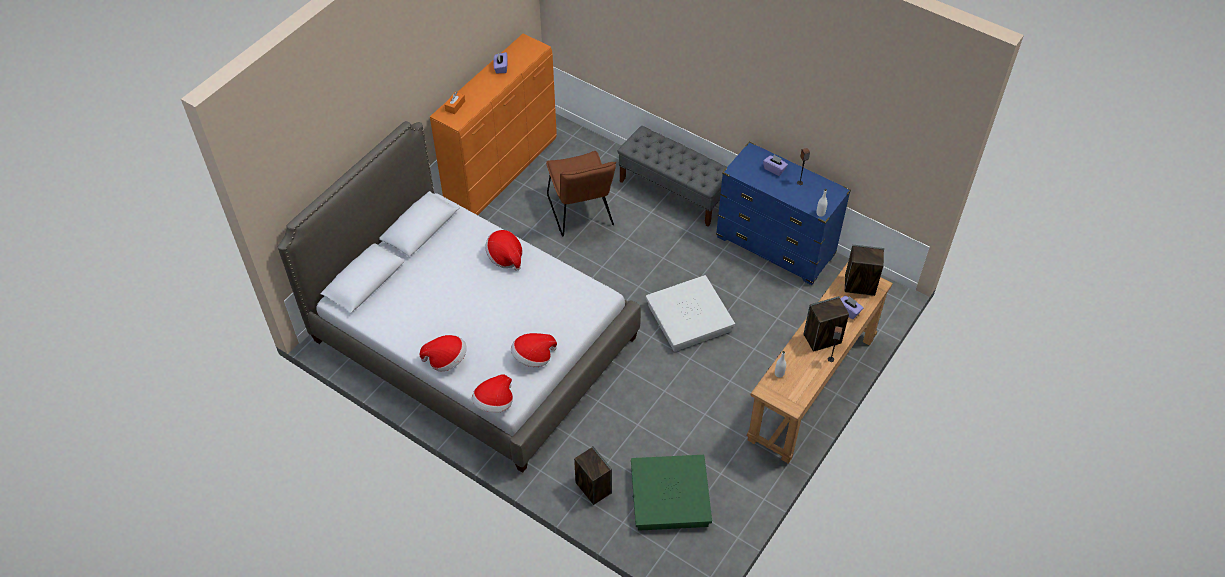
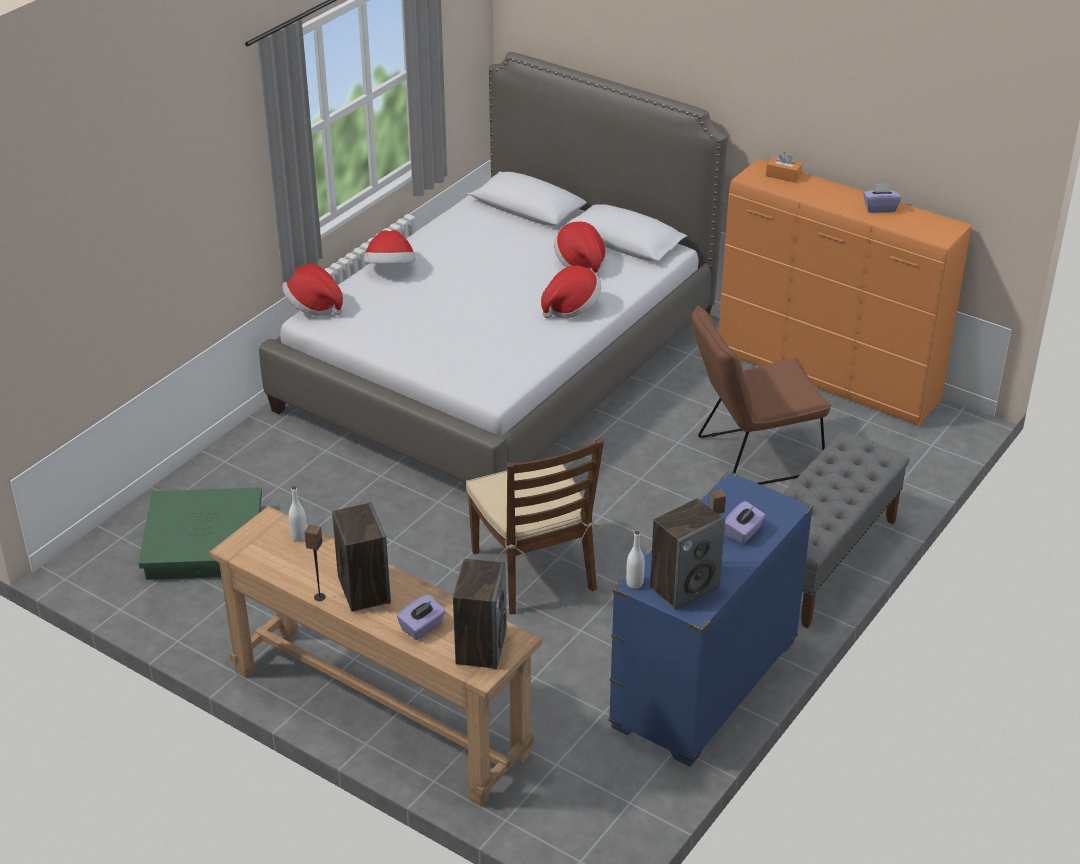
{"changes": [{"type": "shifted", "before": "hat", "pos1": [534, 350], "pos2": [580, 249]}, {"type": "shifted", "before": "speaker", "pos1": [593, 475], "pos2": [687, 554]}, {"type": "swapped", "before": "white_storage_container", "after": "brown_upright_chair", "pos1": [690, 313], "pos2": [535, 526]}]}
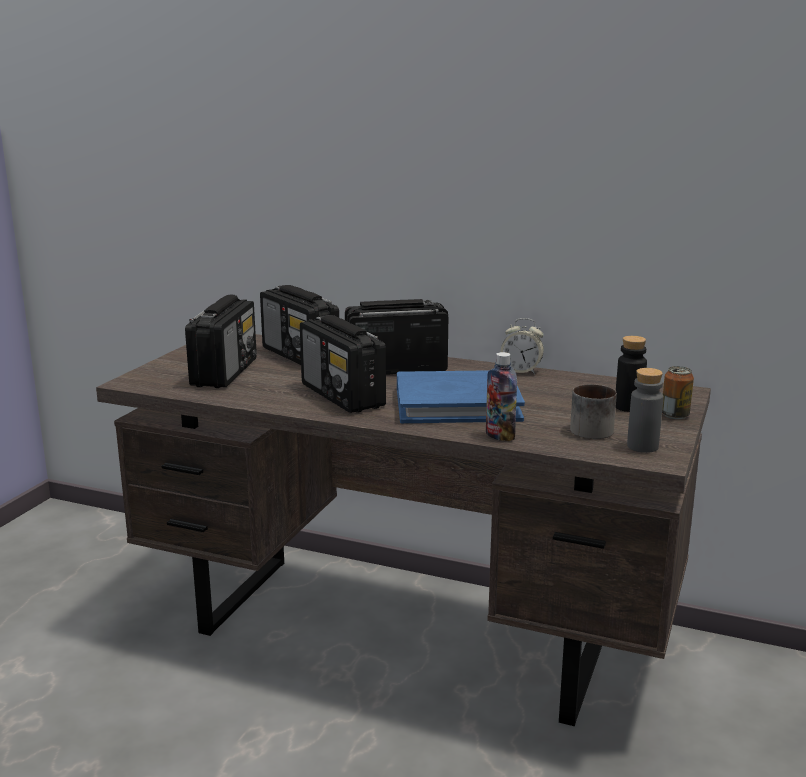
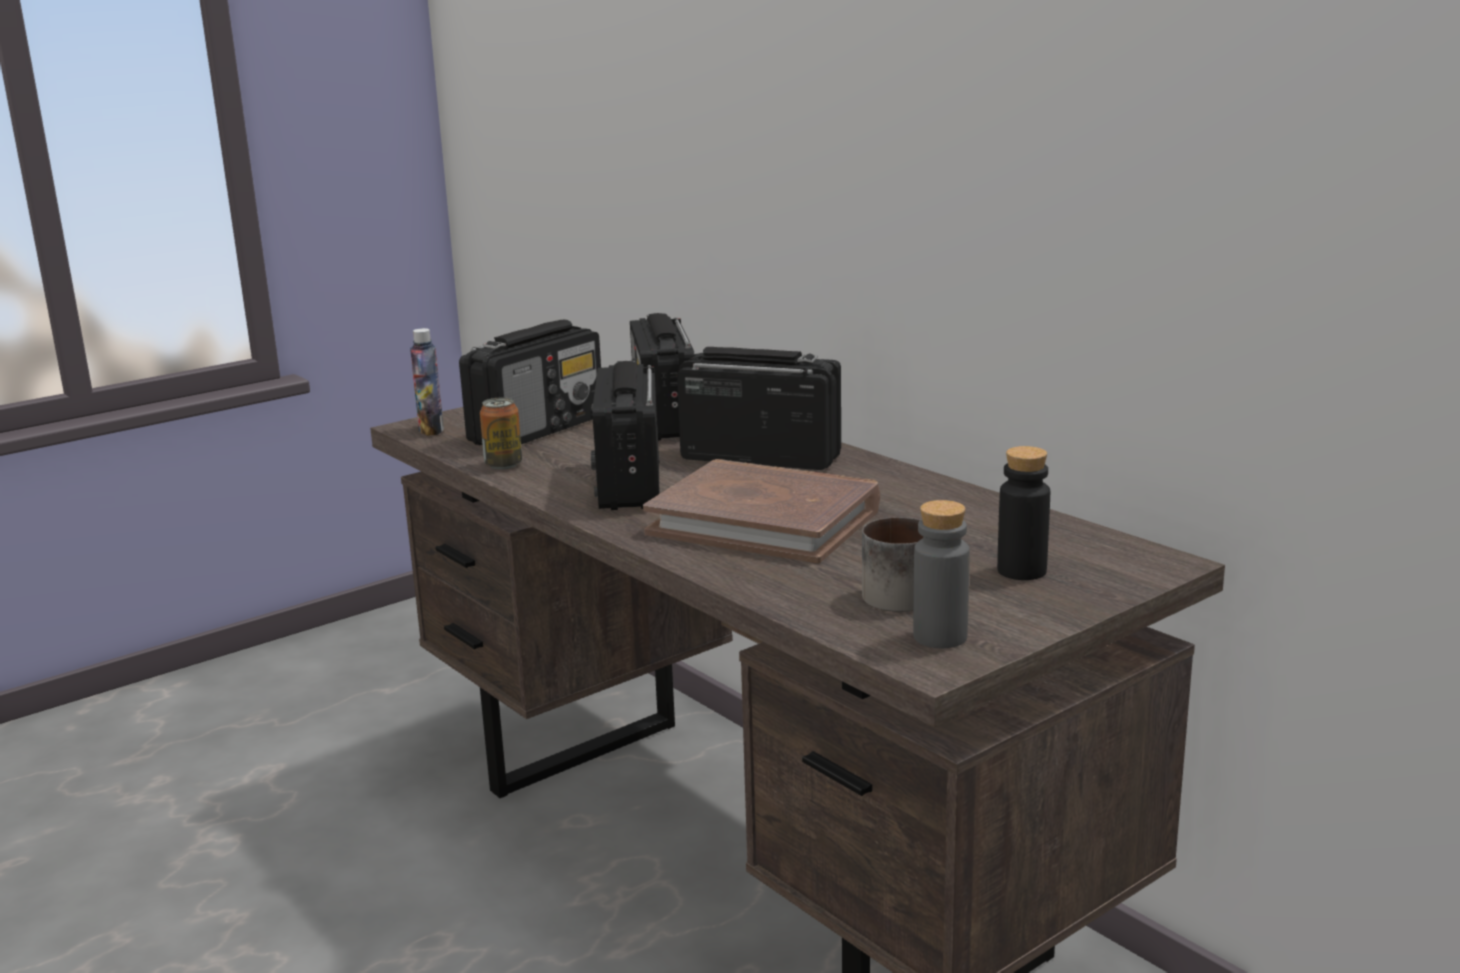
{"changes": [{"type": "repainted", "before": "bluish_bound_book", "after": "brown_bound_book", "pos1": [461, 396], "pos2": [761, 511]}, {"type": "shifted", "before": "bottle", "pos1": [501, 397], "pos2": [427, 382]}, {"type": "gone", "before": "bedside_clock", "pos1": [522, 346]}, {"type": "shifted", "before": "can", "pos1": [678, 392], "pos2": [501, 433]}]}
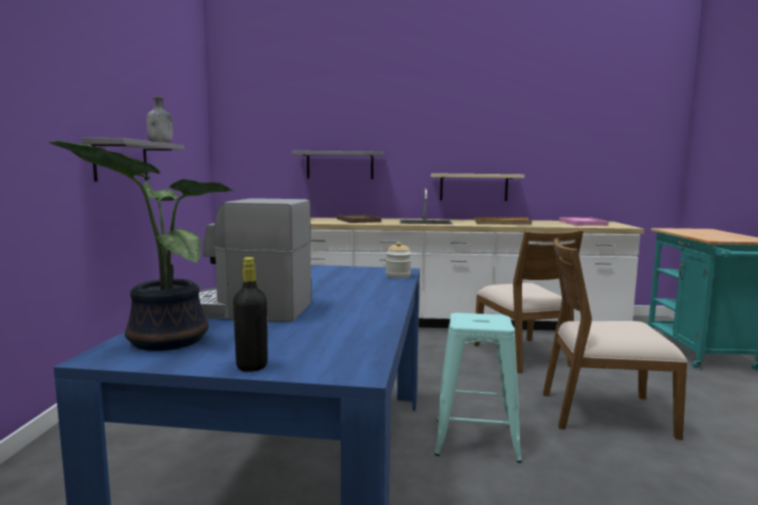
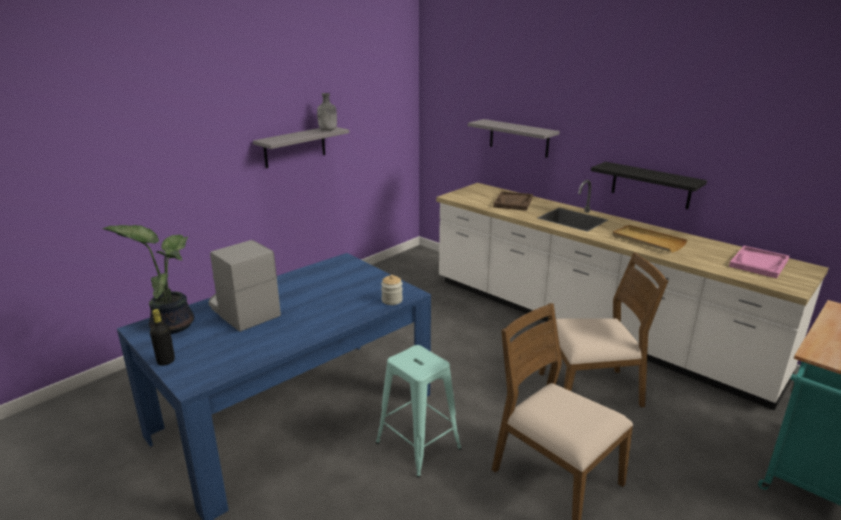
{"changes": [{"type": "repainted", "before": "sand-coloured_shelf", "after": "black-coloured_shelf", "pos1": [477, 187], "pos2": [649, 185]}, {"type": "rotated", "before": "brown_upright_chair", "pos1": [528, 301], "pos2": [603, 330], "turn": -120}]}
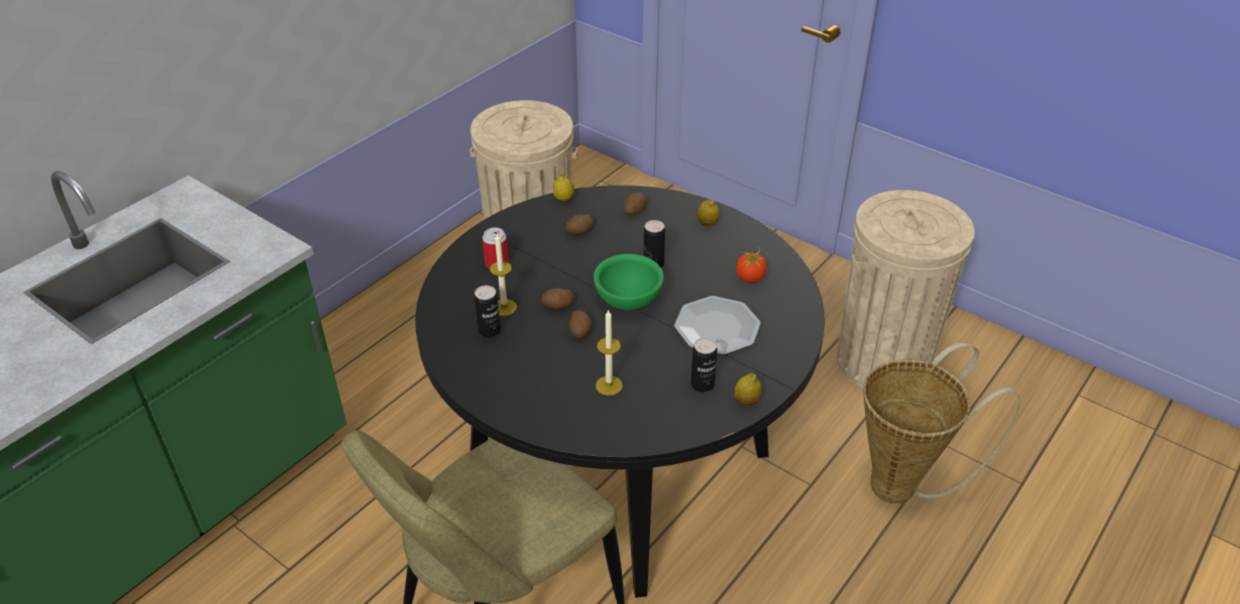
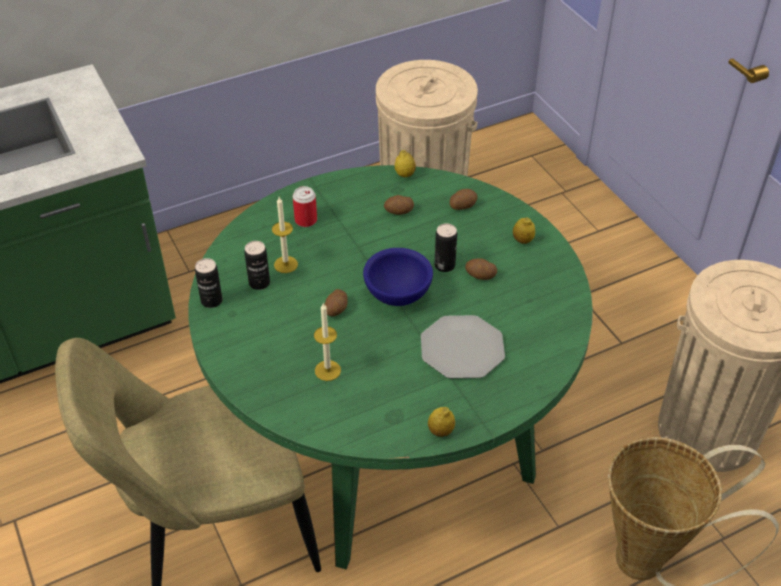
{"changes": [{"type": "repainted", "before": "black-coloured_dinner_table", "after": "green_dinner_table", "pos1": [620, 391], "pos2": [390, 367]}, {"type": "shifted", "before": "potato", "pos1": [557, 298], "pos2": [481, 269]}, {"type": "repainted", "before": "green_deep_dish", "after": "bluish_deep_dish", "pos1": [628, 282], "pos2": [398, 277]}, {"type": "shifted", "before": "can", "pos1": [704, 365], "pos2": [209, 283]}, {"type": "gone", "before": "tomato", "pos1": [752, 265]}]}
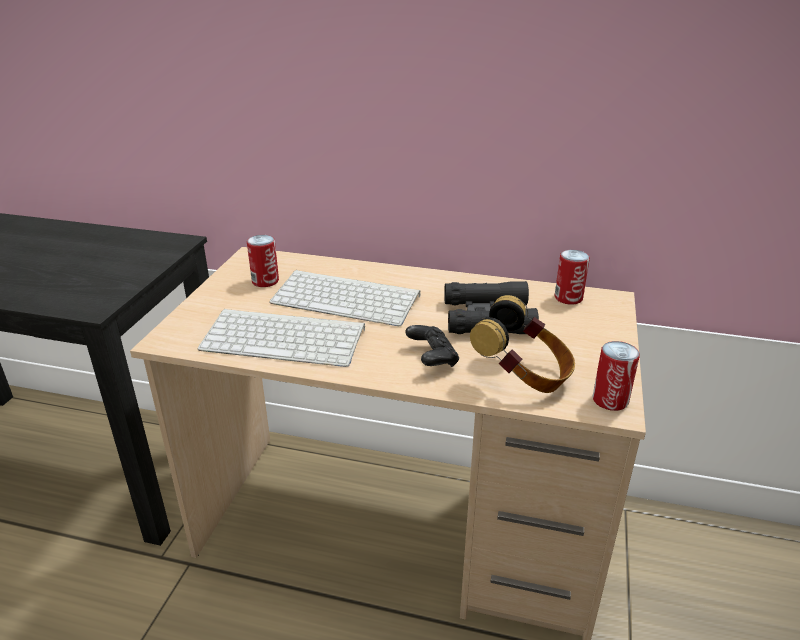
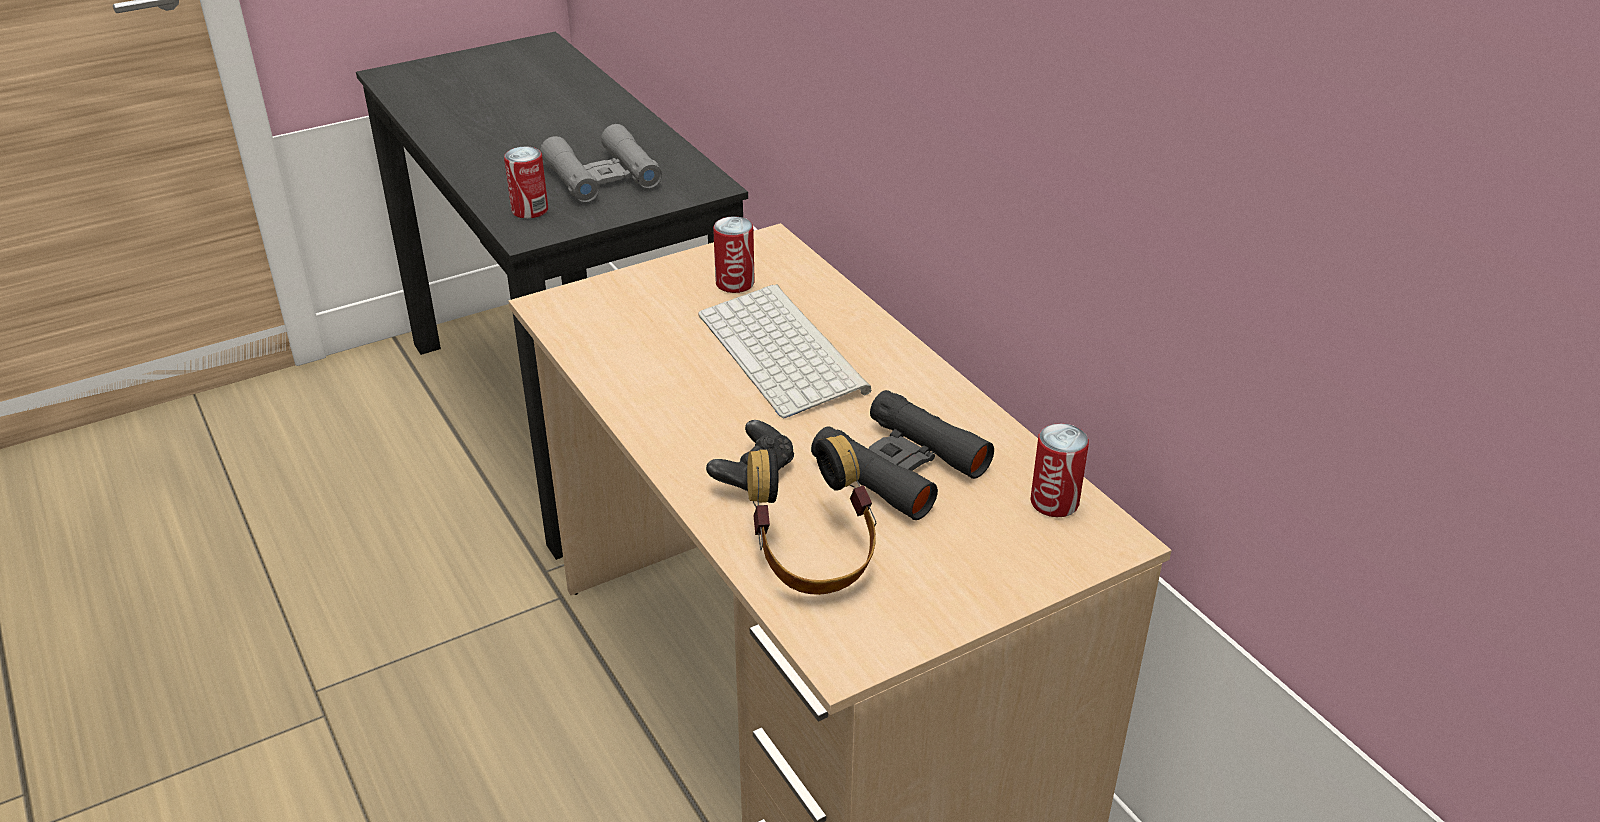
{"changes": [{"type": "gone", "before": "computer_keyboard", "pos1": [281, 338]}, {"type": "shifted", "before": "can", "pos1": [616, 376], "pos2": [526, 182]}, {"type": "new", "after": "gray_pair_of_binoculars", "pos2": [601, 163]}]}
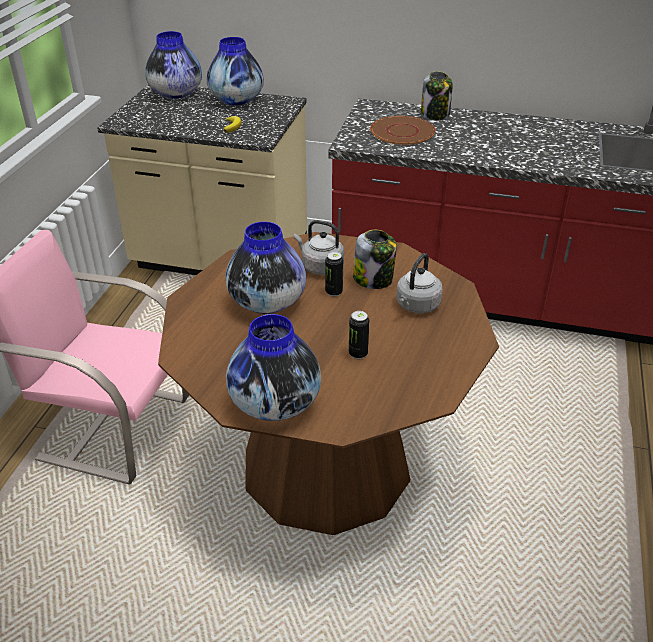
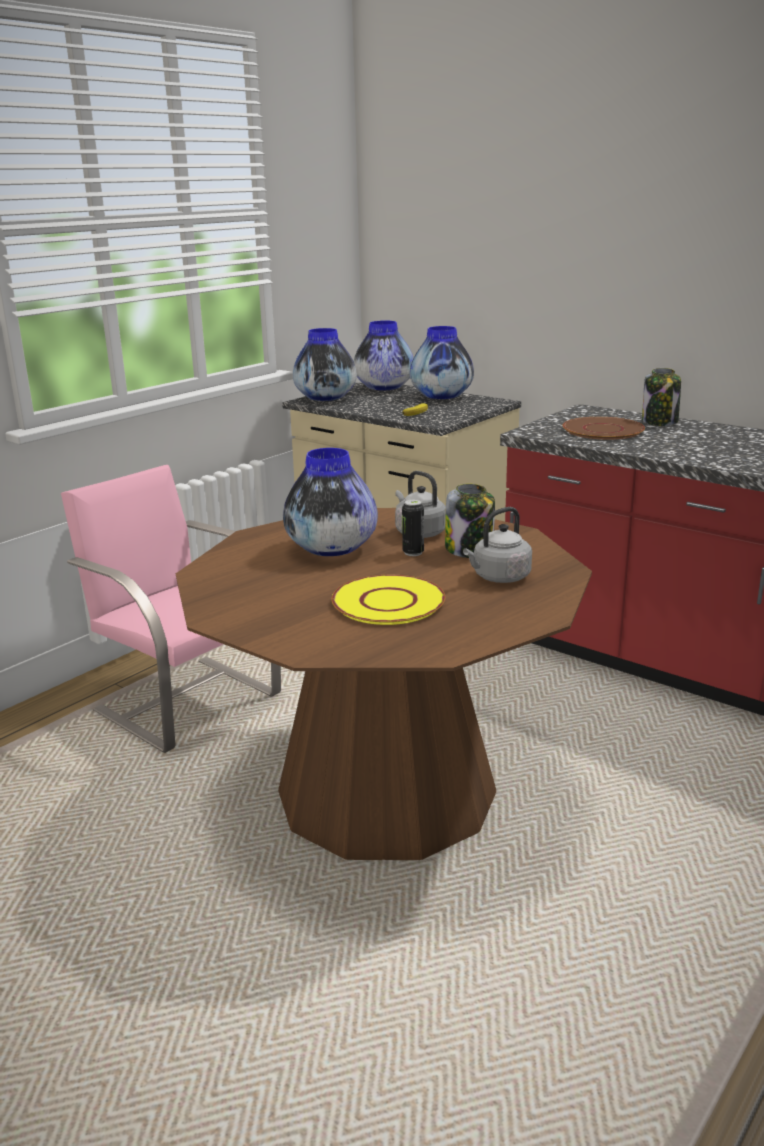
{"changes": [{"type": "shifted", "before": "flower_vase", "pos1": [273, 367], "pos2": [325, 364]}, {"type": "swapped", "before": "can", "after": "yellowish_flat_dish", "pos1": [359, 335], "pos2": [388, 600]}]}
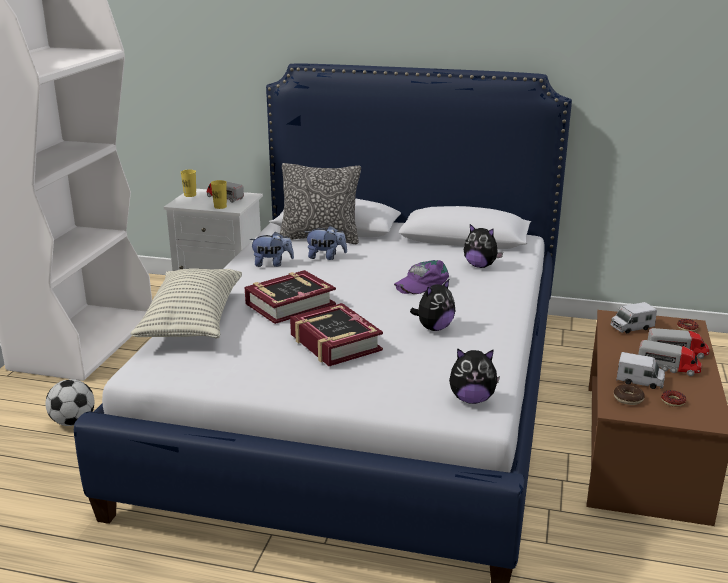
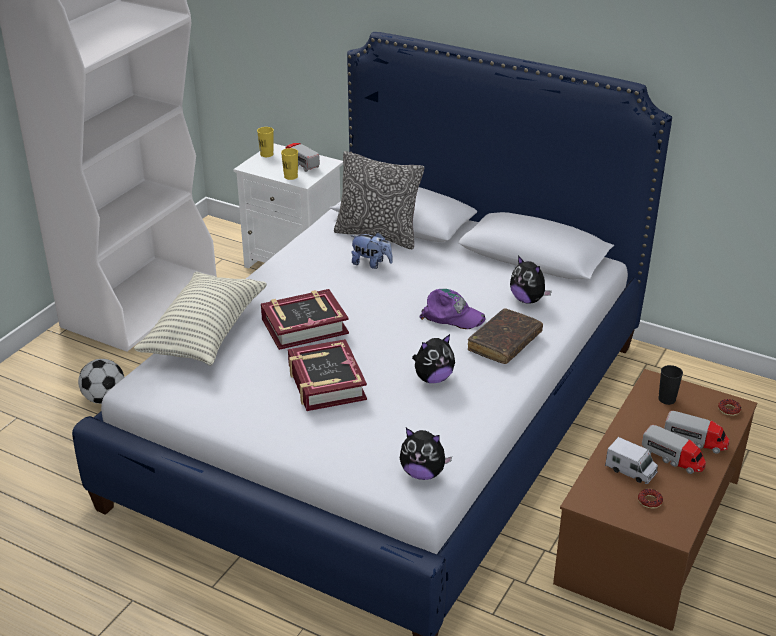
{"changes": [{"type": "gone", "before": "plush_toy", "pos1": [271, 249]}, {"type": "rotated", "before": "purple-coloured_peaked_cap", "pos1": [421, 277], "pos2": [452, 309], "turn": -135}, {"type": "swapped", "before": "toy_lorry", "after": "black-coloured_small_cup", "pos1": [633, 317], "pos2": [670, 385]}, {"type": "gone", "before": "ring_doughnut", "pos1": [629, 394]}, {"type": "new", "after": "brown_bound_book", "pos2": [505, 336]}]}
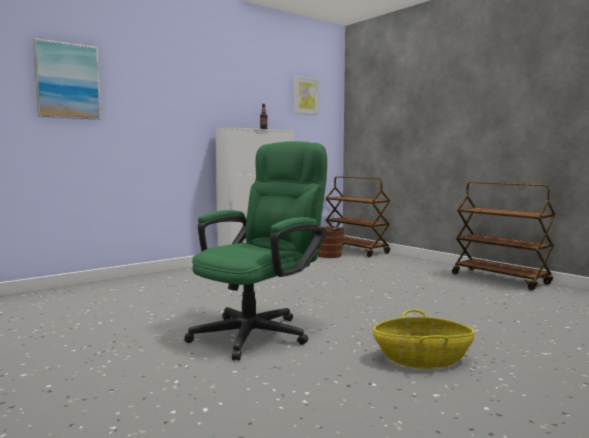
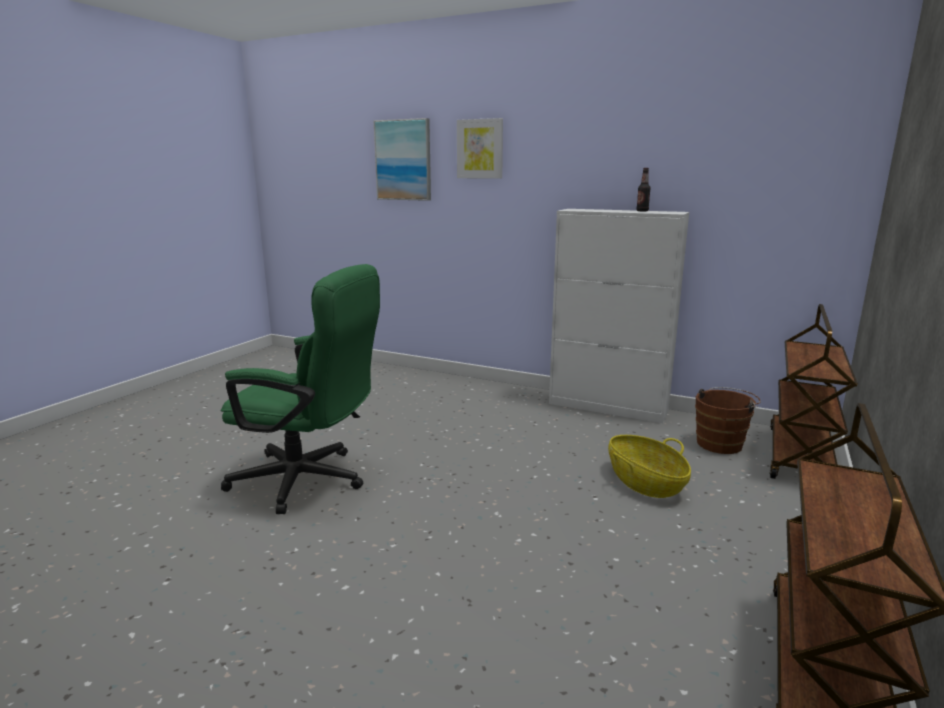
{"changes": [{"type": "shifted", "before": "picture", "pos1": [306, 95], "pos2": [480, 148]}, {"type": "shifted", "before": "basket", "pos1": [424, 339], "pos2": [649, 466]}]}
